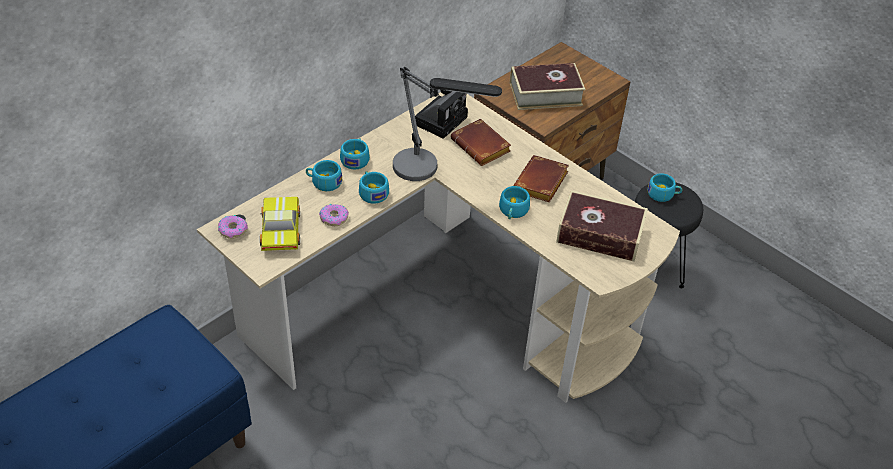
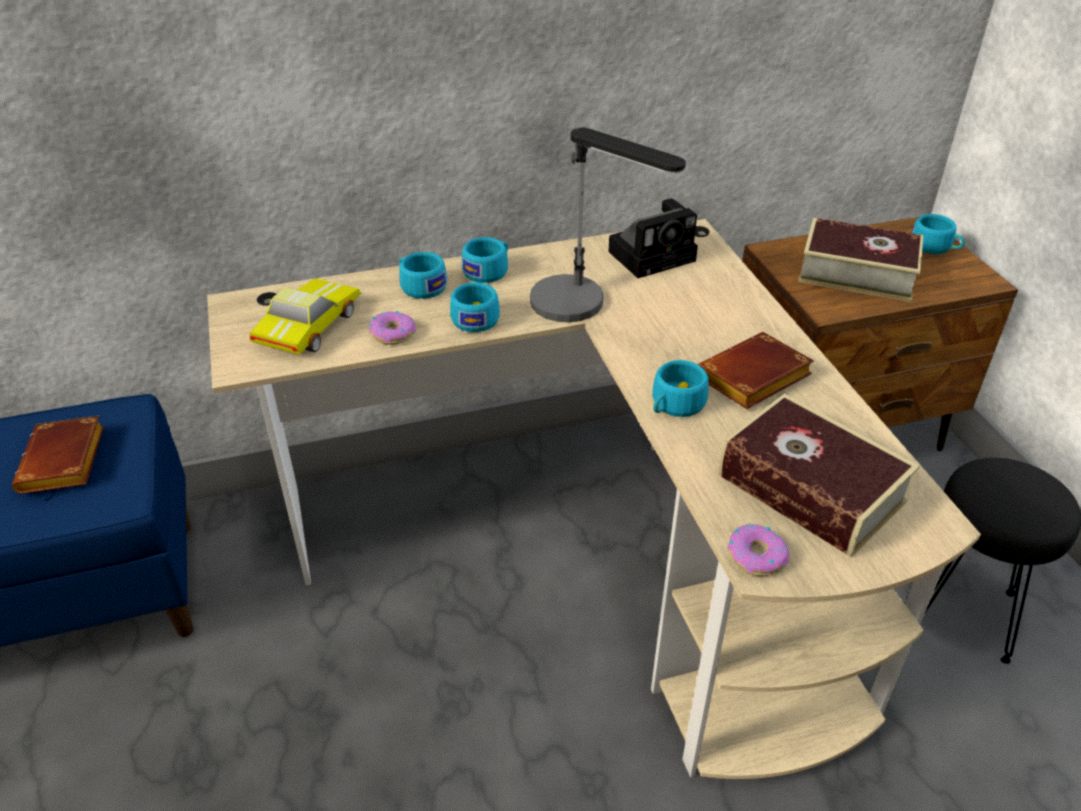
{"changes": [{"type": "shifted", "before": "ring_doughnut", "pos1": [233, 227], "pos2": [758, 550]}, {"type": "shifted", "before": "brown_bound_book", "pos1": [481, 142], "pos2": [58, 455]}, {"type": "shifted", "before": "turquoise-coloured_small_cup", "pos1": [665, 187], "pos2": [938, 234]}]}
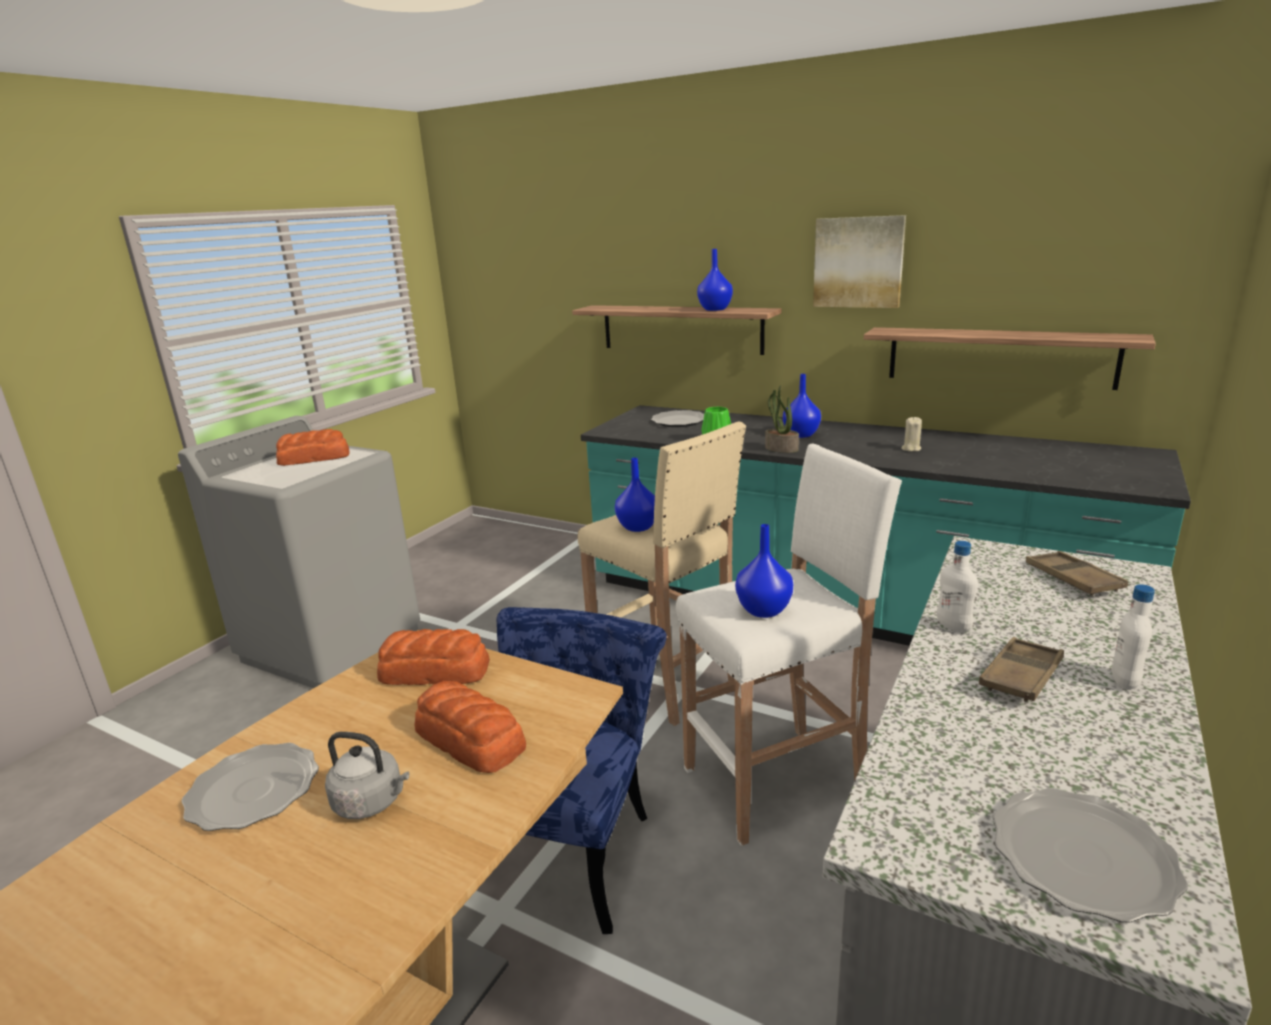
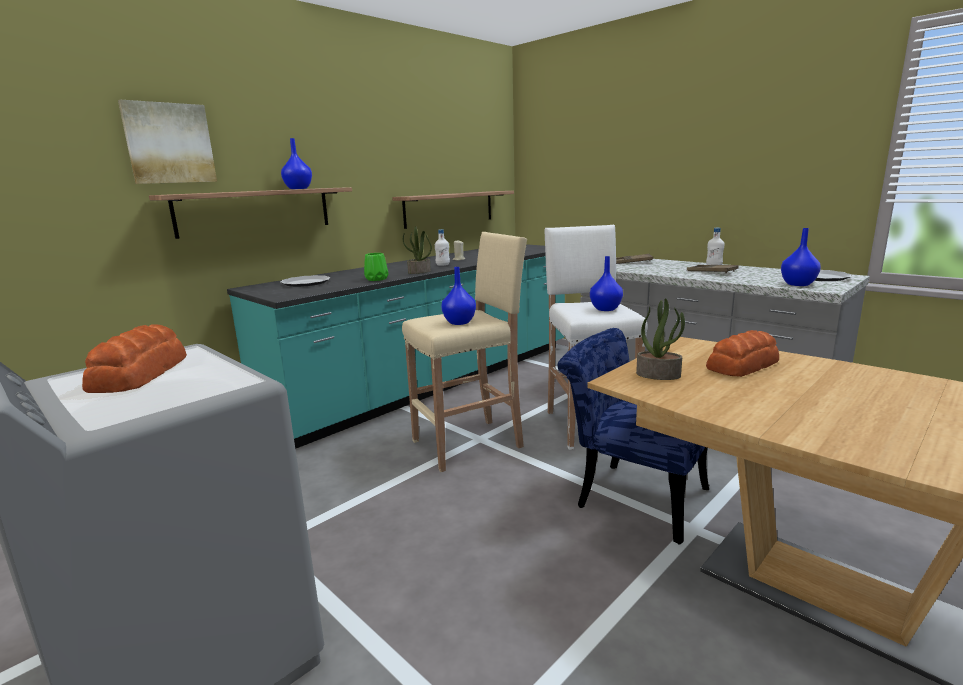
{"changes": [{"type": "gone", "before": "flat_dish", "pos1": [250, 787]}, {"type": "gone", "before": "gray_kettle", "pos1": [367, 775]}, {"type": "swapped", "before": "bakery_bread", "after": "houseplant", "pos1": [433, 657], "pos2": [660, 339]}, {"type": "shifted", "before": "bluish_flower_vase", "pos1": [802, 406], "pos2": [801, 257]}, {"type": "shifted", "before": "picture", "pos1": [859, 261], "pos2": [167, 142]}, {"type": "shifted", "before": "white_bottle", "pos1": [957, 587], "pos2": [442, 247]}]}
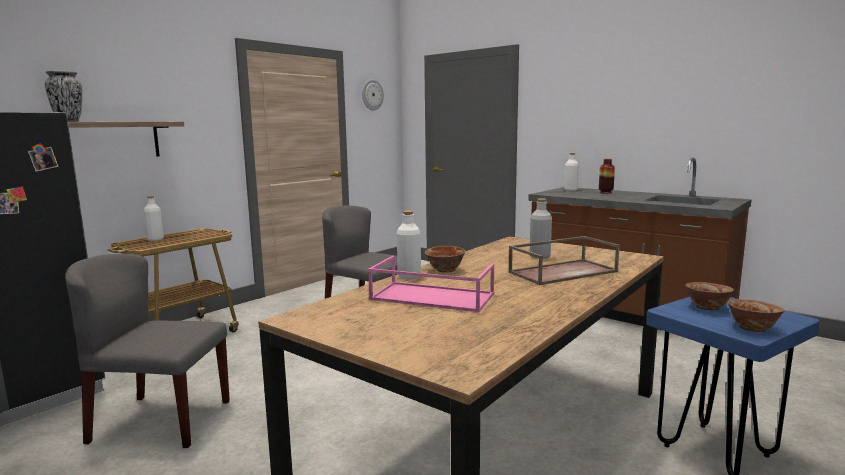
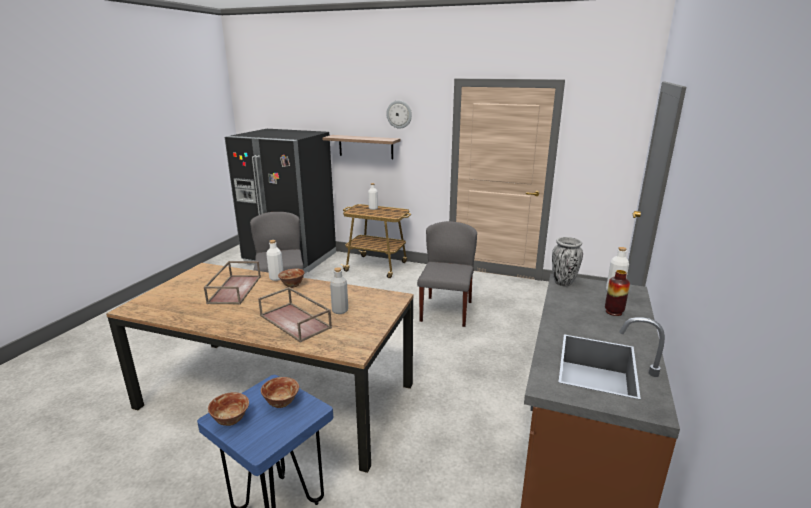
{"changes": [{"type": "shifted", "before": "flower_vase", "pos1": [63, 96], "pos2": [567, 261]}, {"type": "shifted", "before": "clock_on_the_wall", "pos1": [373, 94], "pos2": [399, 114]}, {"type": "repainted", "before": "pink_carrying_tray", "after": "brown_carrying_tray", "pos1": [431, 284], "pos2": [232, 283]}]}
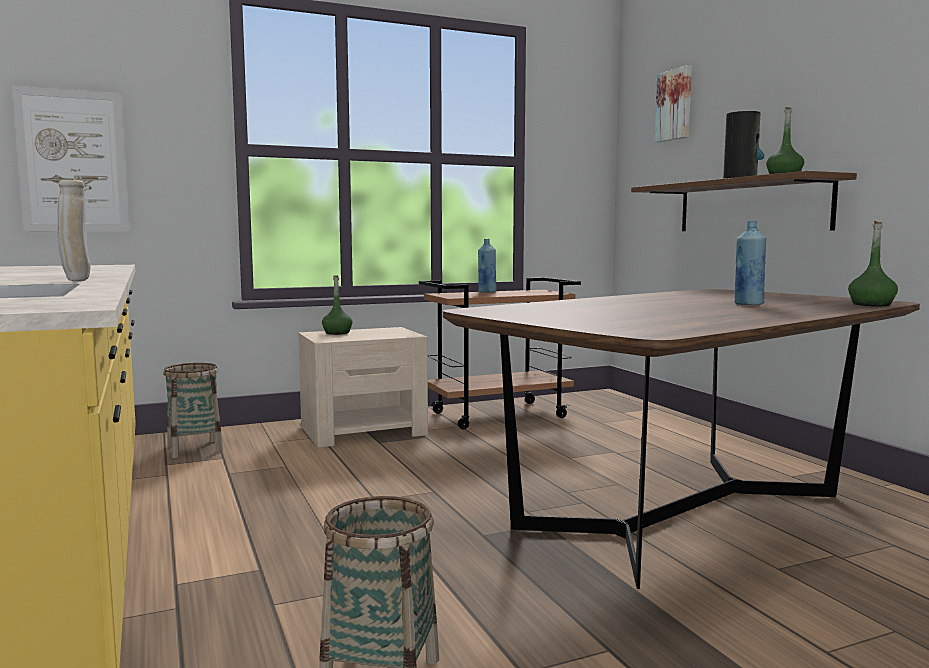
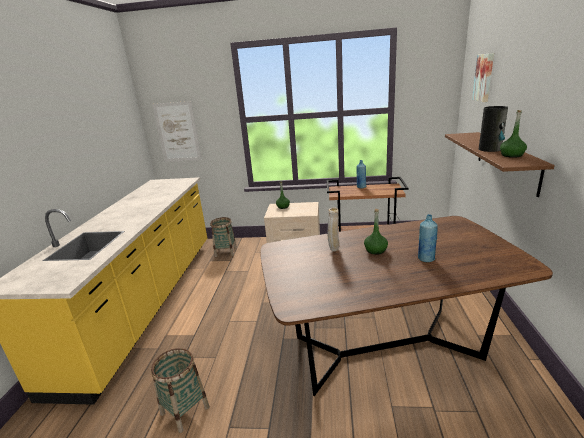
{"changes": [{"type": "shifted", "before": "sand-coloured_flower_vase", "pos1": [73, 230], "pos2": [334, 229]}, {"type": "shifted", "before": "green_bottle", "pos1": [873, 263], "pos2": [376, 232]}]}
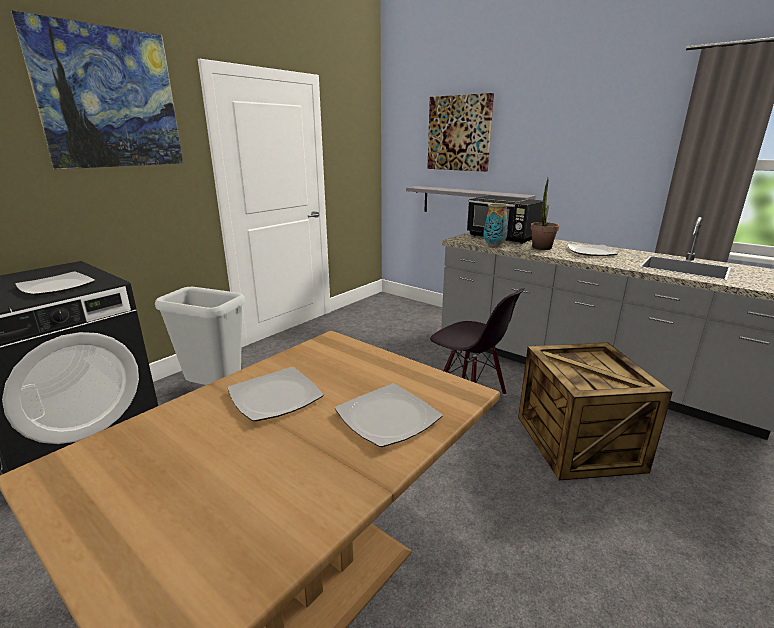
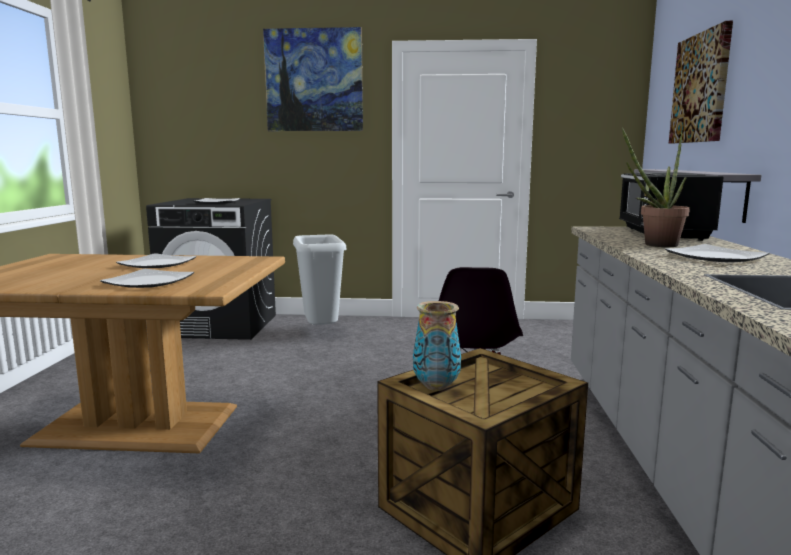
{"changes": [{"type": "shifted", "before": "flower_vase", "pos1": [496, 225], "pos2": [437, 346]}]}
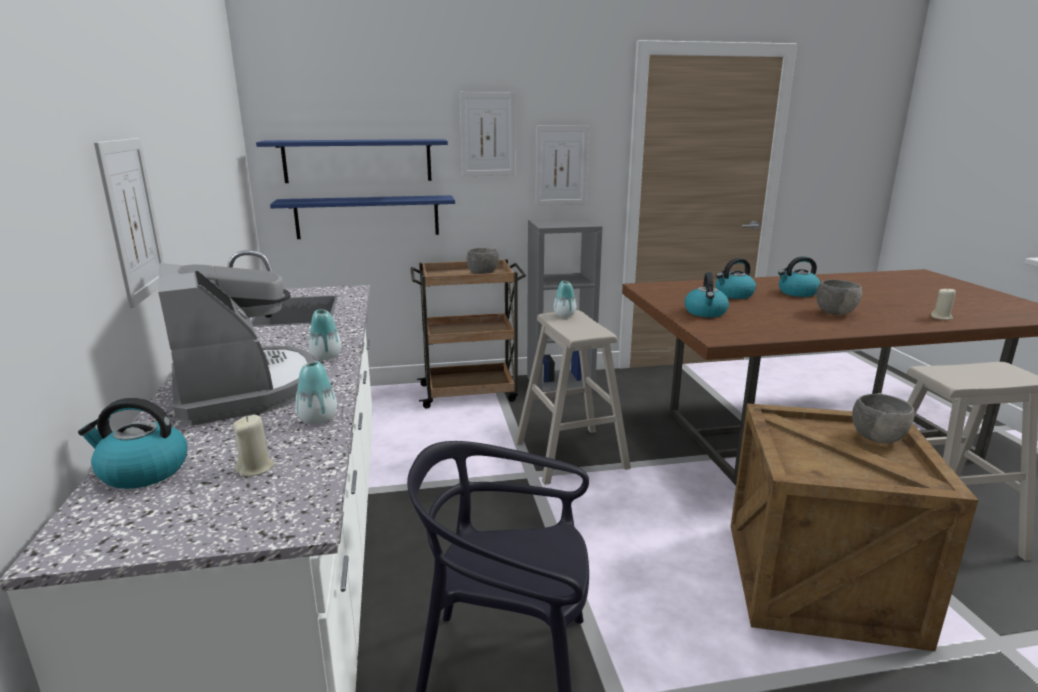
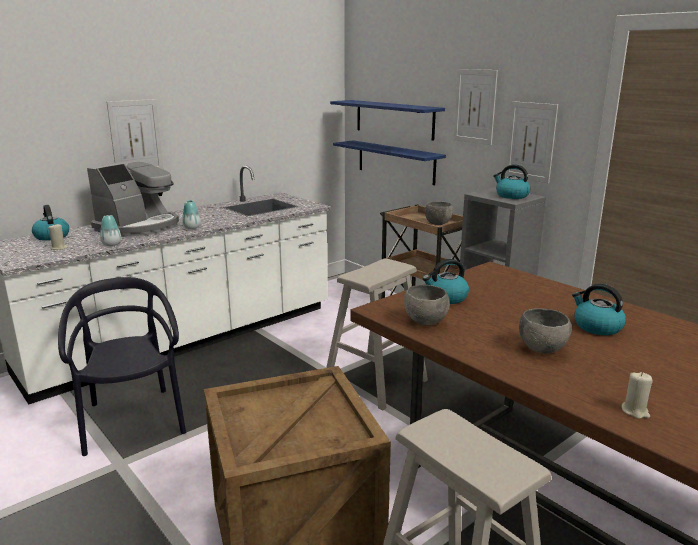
{"changes": [{"type": "gone", "before": "flower_vase", "pos1": [565, 299]}, {"type": "shifted", "before": "kettle", "pos1": [735, 278], "pos2": [511, 181]}, {"type": "shifted", "before": "gray_deep_dish", "pos1": [883, 418], "pos2": [427, 305]}]}
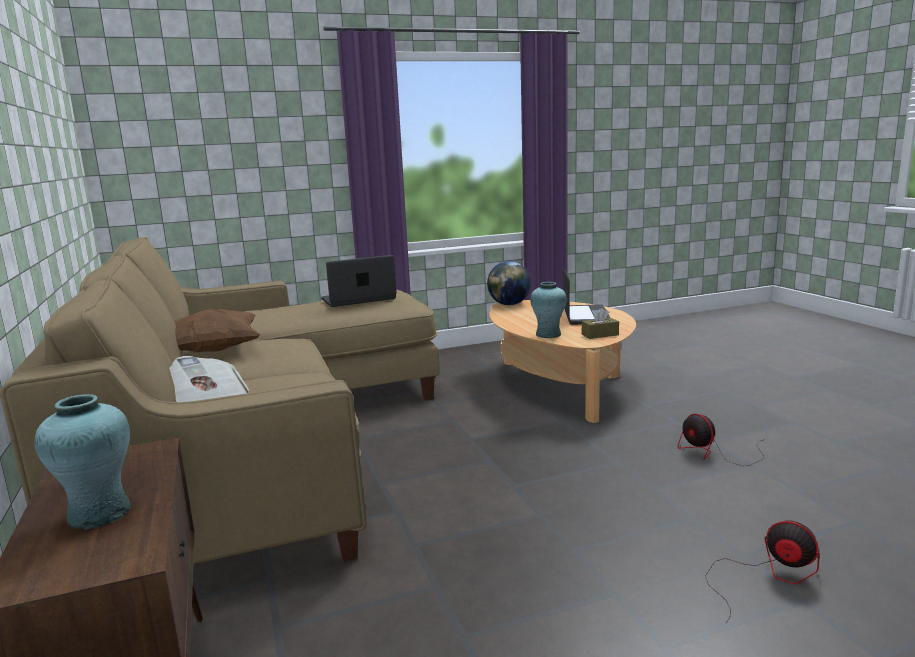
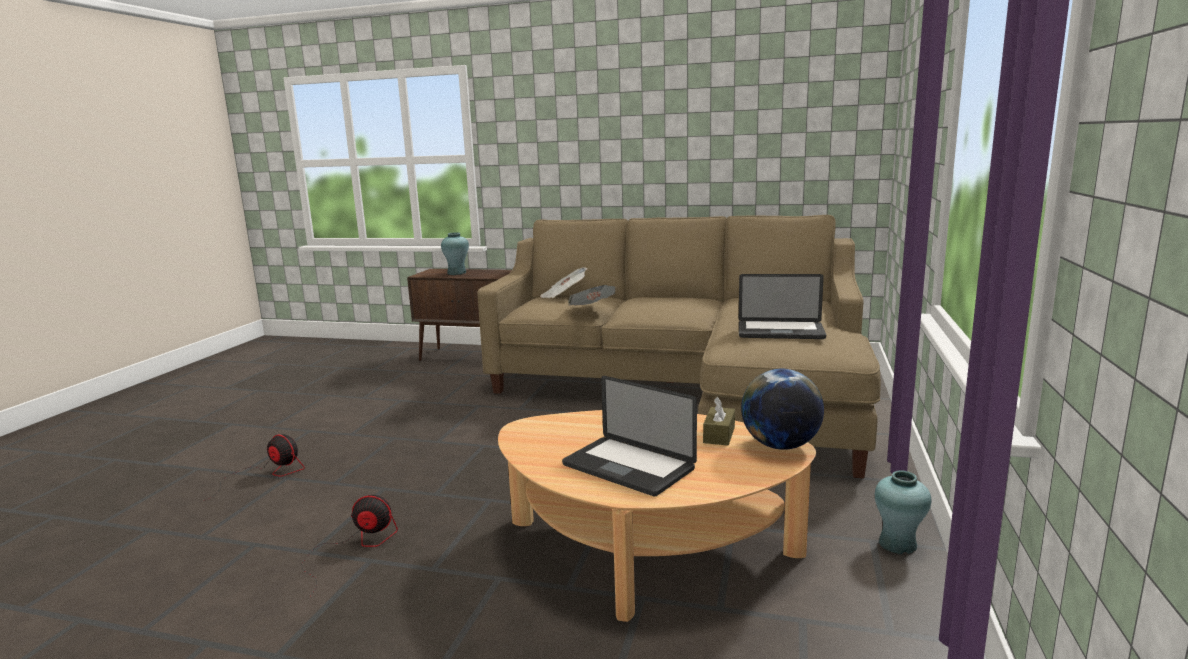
{"changes": [{"type": "gone", "before": "brown_pillow", "pos1": [217, 330]}, {"type": "rotated", "before": "portable_computer", "pos1": [359, 281], "pos2": [782, 306], "turn": 90}, {"type": "shifted", "before": "turquoise-coloured_flower_vase", "pos1": [548, 310], "pos2": [903, 512]}, {"type": "shifted", "before": "brown_tissue_holder", "pos1": [600, 323], "pos2": [719, 421]}, {"type": "rotated", "before": "fan", "pos1": [762, 572], "pos2": [254, 467], "turn": -135}, {"type": "new", "after": "printed_paper", "pos2": [592, 295]}]}
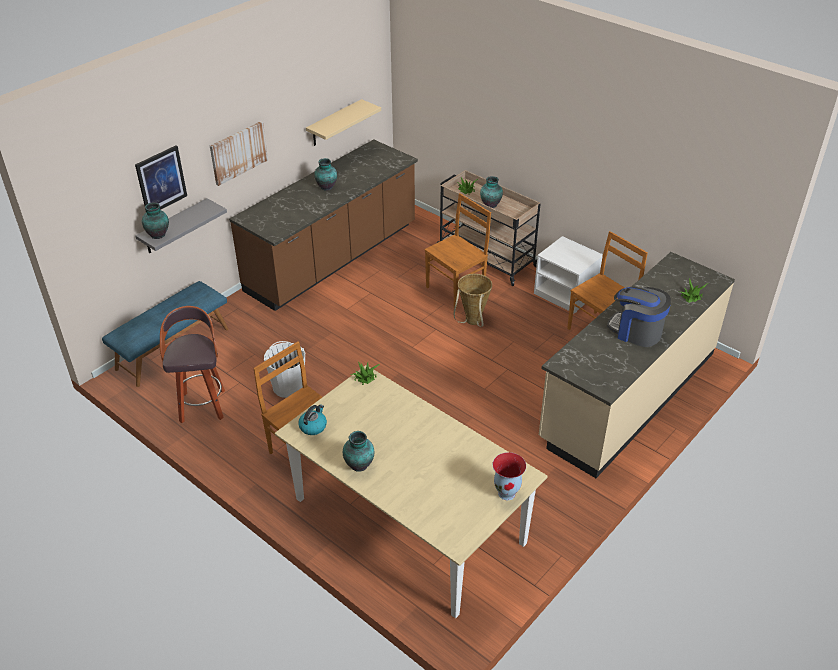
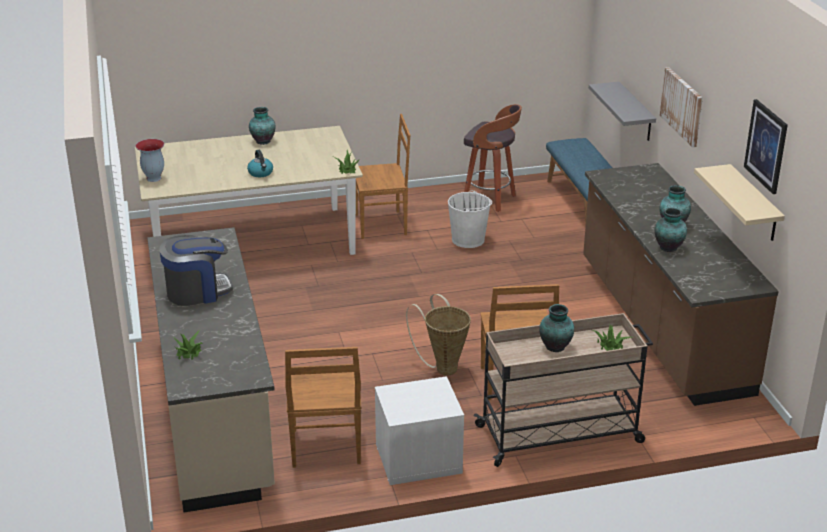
{"changes": [{"type": "shifted", "before": "picture", "pos1": [161, 178], "pos2": [766, 146]}, {"type": "shifted", "before": "flower_vase", "pos1": [155, 220], "pos2": [671, 229]}, {"type": "shifted", "before": "kettle", "pos1": [312, 419], "pos2": [260, 163]}]}
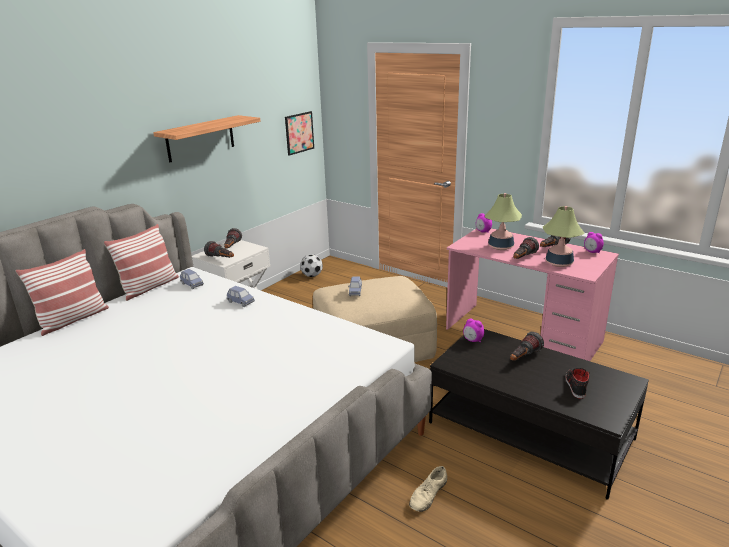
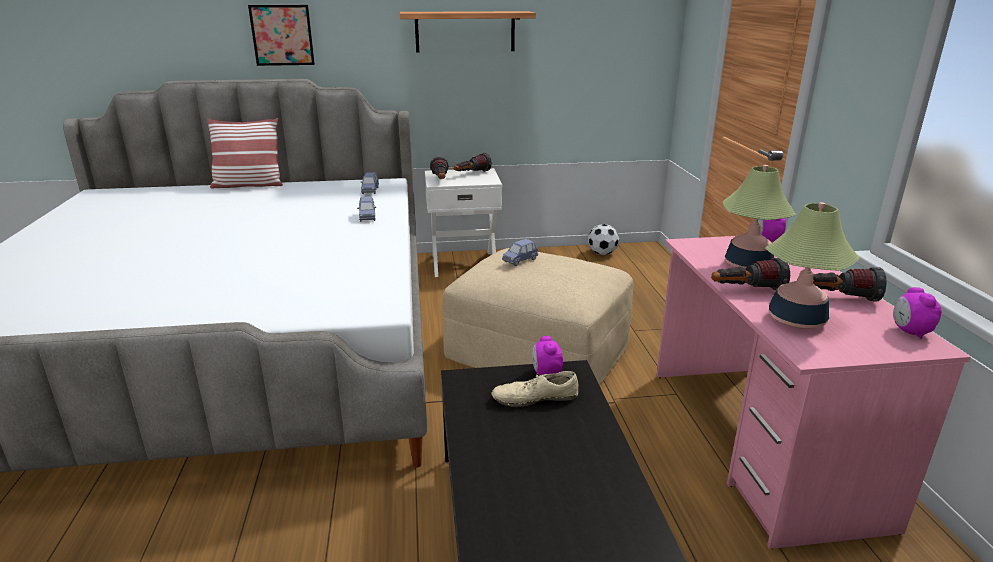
{"changes": [{"type": "gone", "before": "pillow", "pos1": [141, 262]}, {"type": "shifted", "before": "picture", "pos1": [299, 133], "pos2": [281, 35]}, {"type": "shifted", "before": "sand-coloured_shoe", "pos1": [428, 489], "pos2": [535, 389]}, {"type": "gone", "before": "torch", "pos1": [527, 346]}, {"type": "gone", "before": "black-coloured_shoe", "pos1": [578, 383]}]}
